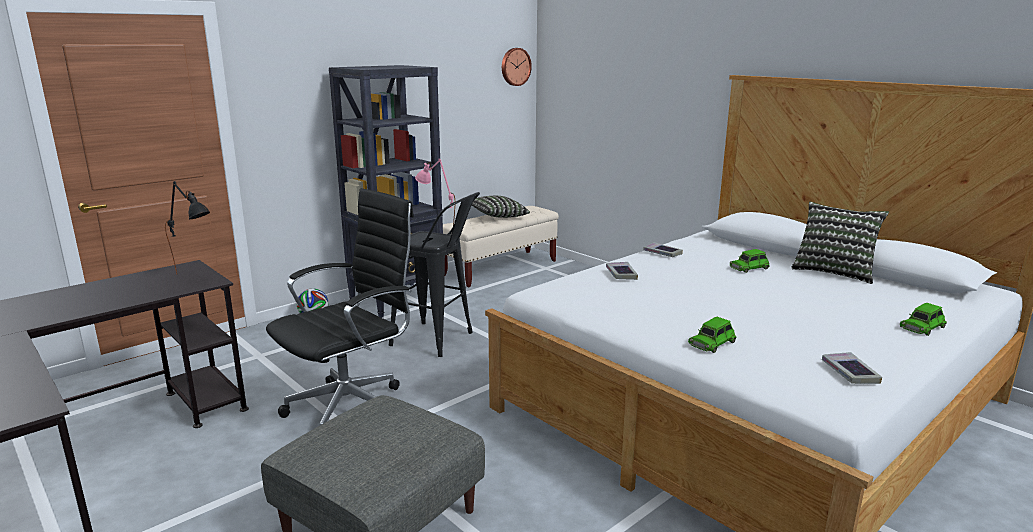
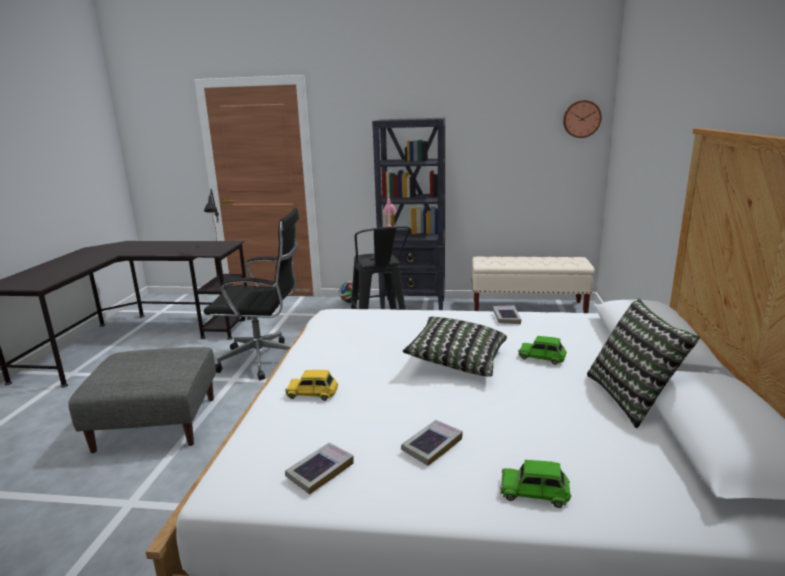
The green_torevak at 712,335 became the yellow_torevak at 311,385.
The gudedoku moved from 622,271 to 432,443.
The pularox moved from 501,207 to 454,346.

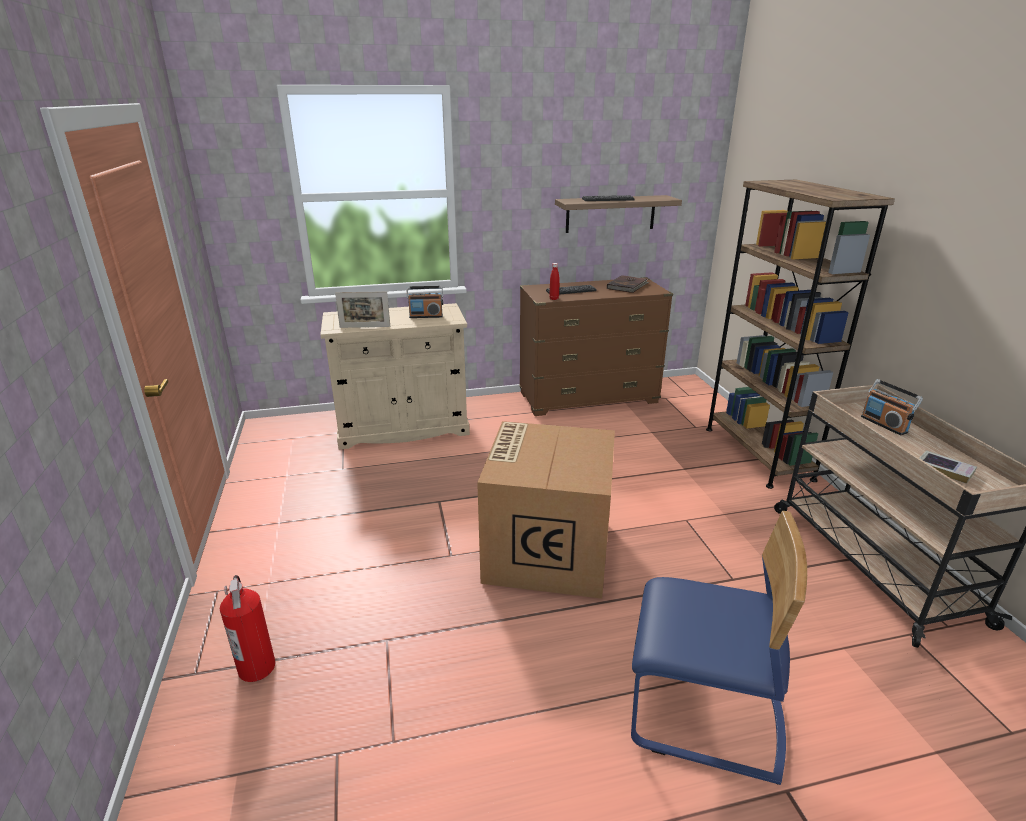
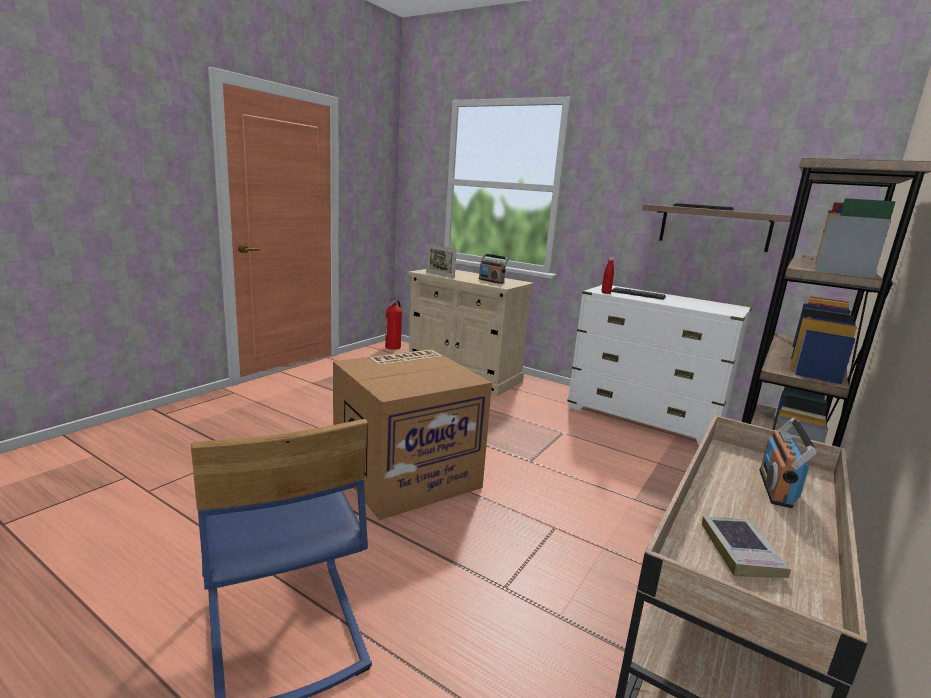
The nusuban moved from 247,628 to 393,324.
The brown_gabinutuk at 596,346 became the white_gabinutuk at 659,365.
The brown_gudedoku at 628,284 disappeared.

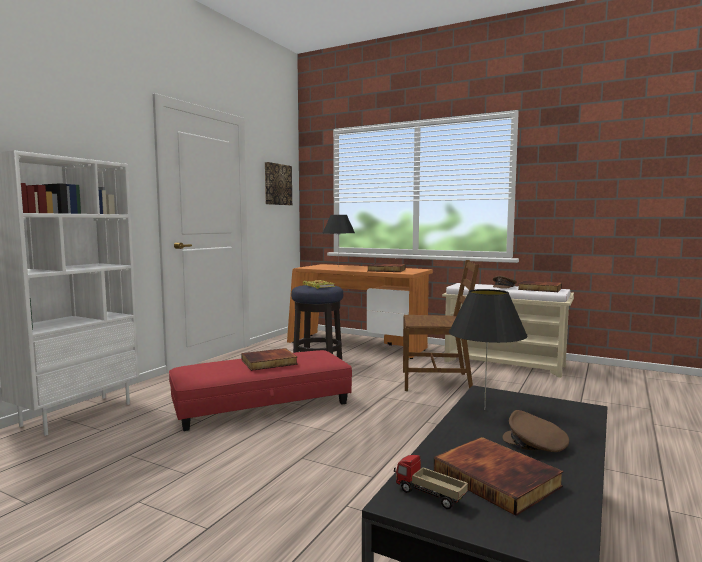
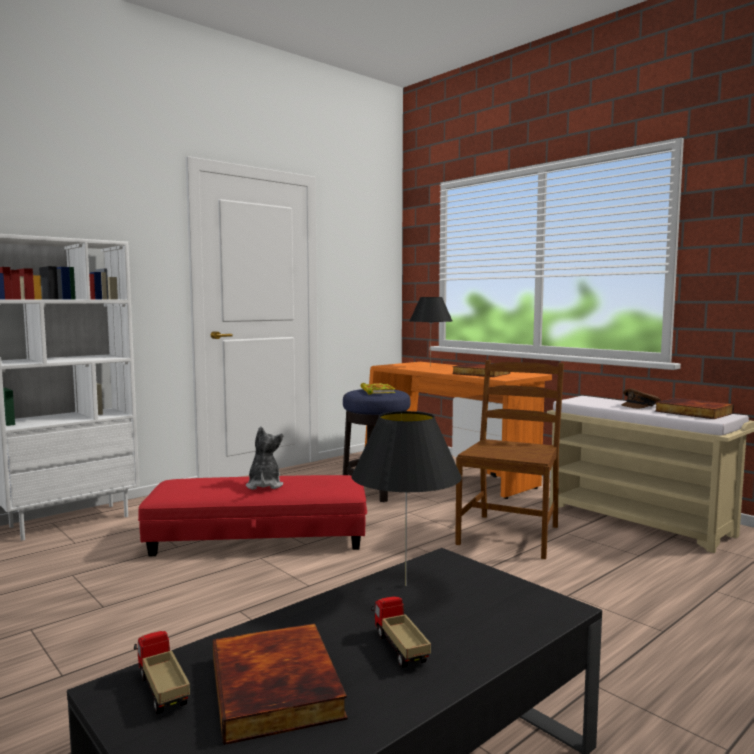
The gudedoku at 269,359 was replaced by the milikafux at 264,458.
The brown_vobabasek at 536,431 was replaced by the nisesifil at 401,632.
The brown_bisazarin at 441,325 turned 90 degrees counterclockwise.
The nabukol at 278,183 disappeared.

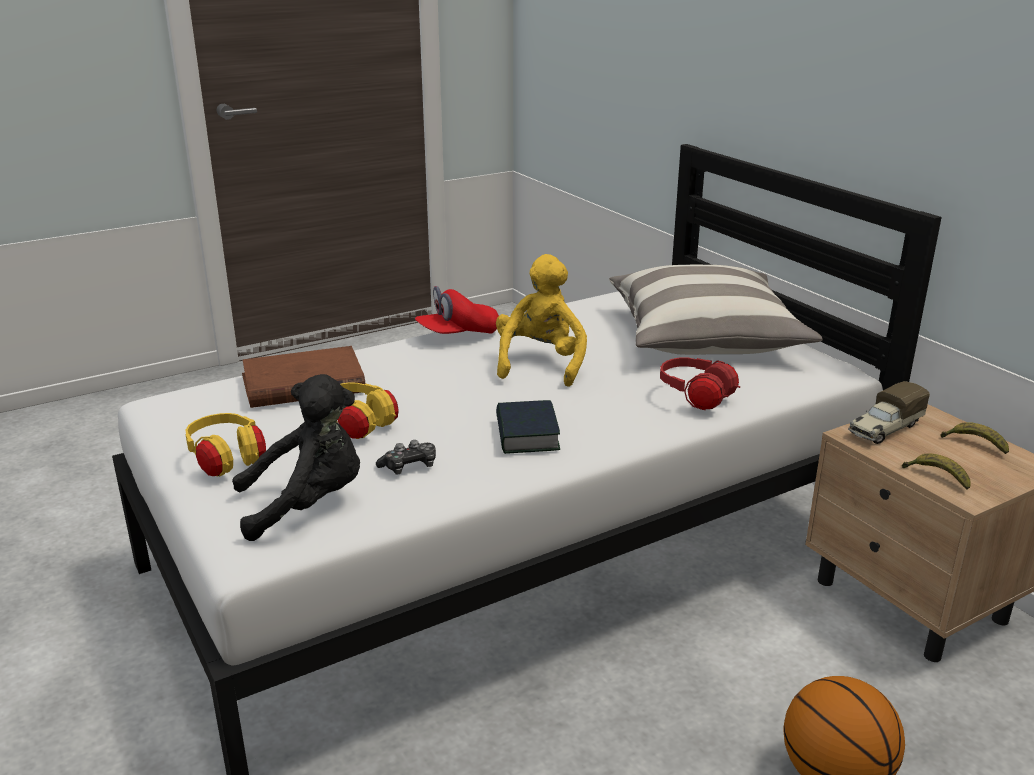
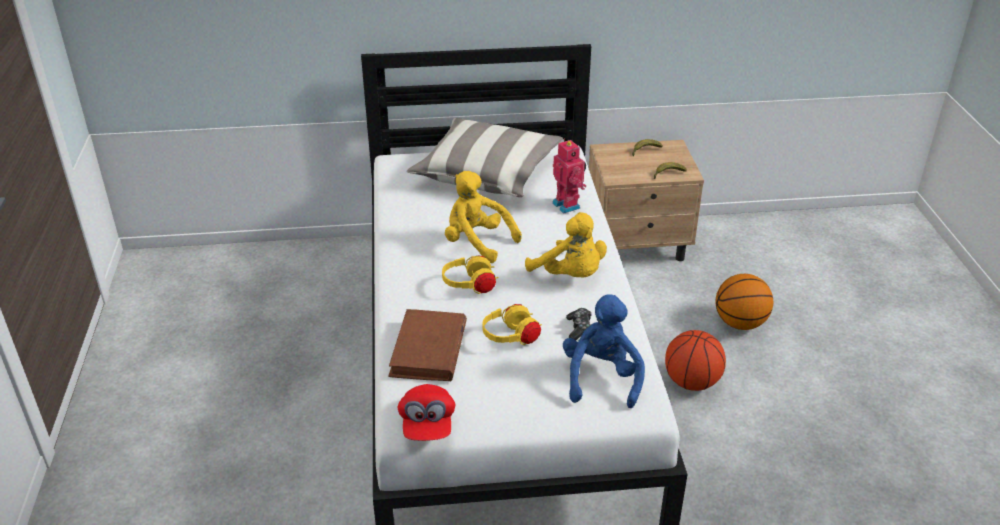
The red_vobabasek moved from 457,310 to 426,412.
The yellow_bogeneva moved from 225,444 to 470,274.
The gudedoku at 528,427 was replaced by the yellow_milikafux at 566,245.
The red_bogeneva at 700,384 was replaced by the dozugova at 569,176.
The black_milikafux at 296,457 became the blue_milikafux at 604,351.
The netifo at 695,360 appeared.
The nisesifil at 889,412 disappeared.

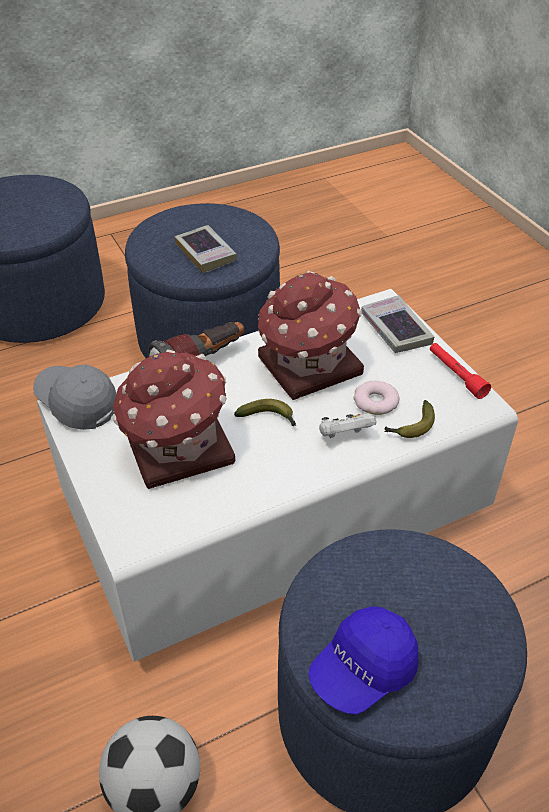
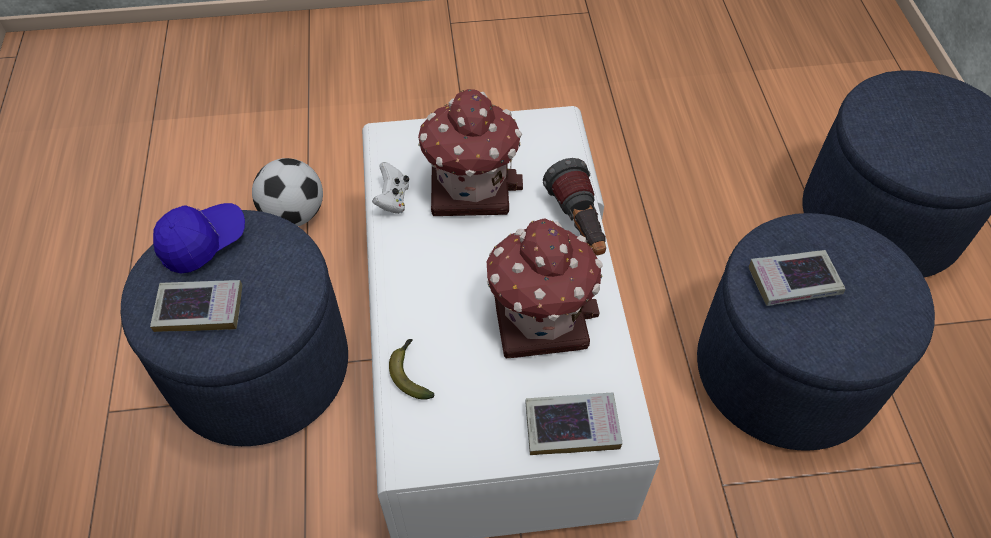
The gudedoku at 196,306 appeared.
The blue_vobabasek at 363,660 turned 75 degrees clockwise.
The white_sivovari moved from 347,426 to 390,188.
The grey_vobabasek at 74,397 disappeared.
The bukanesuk at 265,412 disappeared.
The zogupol at 377,398 disappeared.
The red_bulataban at 460,371 disappeared.

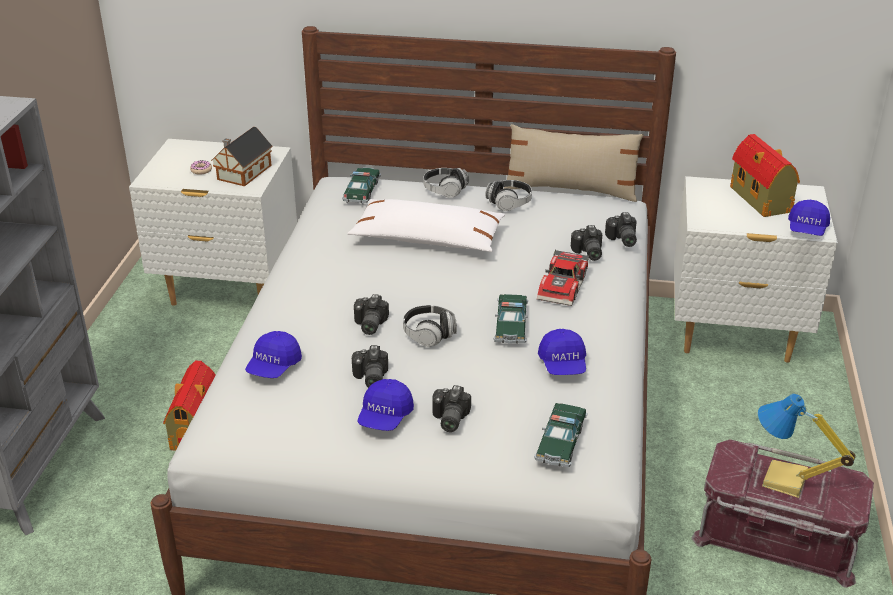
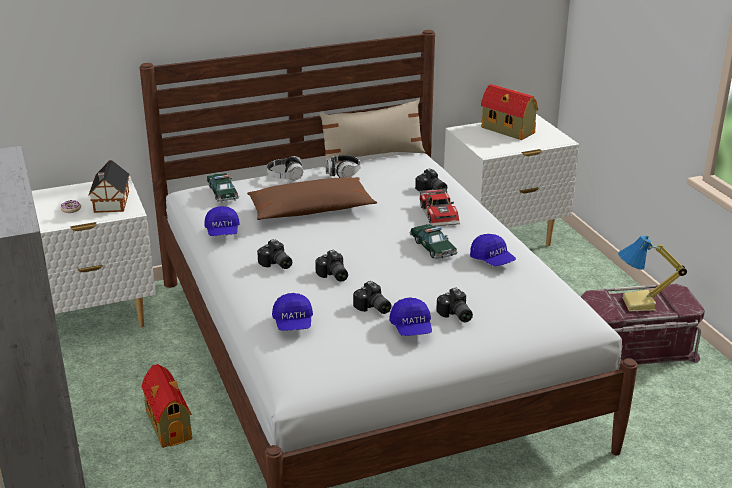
The blue_vobabasek moved from 809,218 to 222,221.
The white_pularox at 426,225 became the brown_pularox at 312,198.
The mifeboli moved from 621,229 to 274,254.
The bogeneva at 430,326 disappeared.
The torevak at 561,435 disappeared.

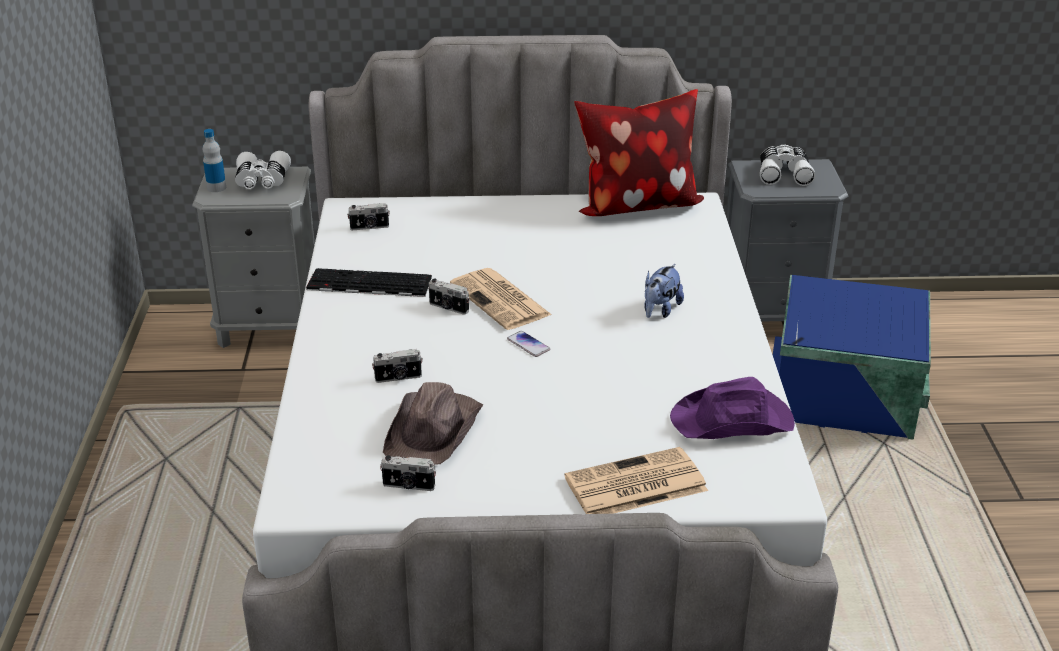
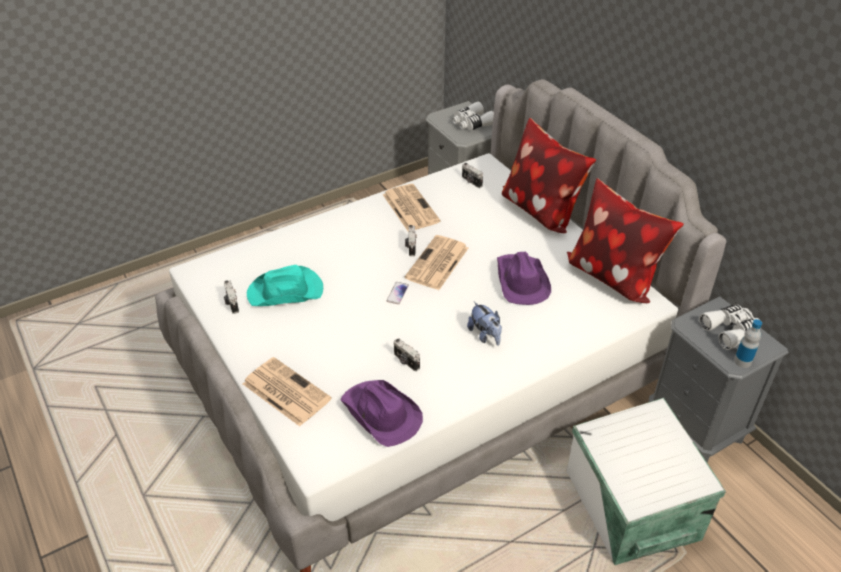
The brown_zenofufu at 433,423 became the turquoise_zenofufu at 285,285.
The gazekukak at 369,282 was replaced by the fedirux at 411,207.
The mifeboli moved from 397,366 to 407,354.
The milikafux at 664,291 turned 120 degrees counterclockwise.
The purple_zenofufu at 524,278 appeared.
The pularox at 549,175 appeared.
The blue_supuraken at 852,357 became the white_supuraken at 646,481.
The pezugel moved from 214,160 to 748,343.

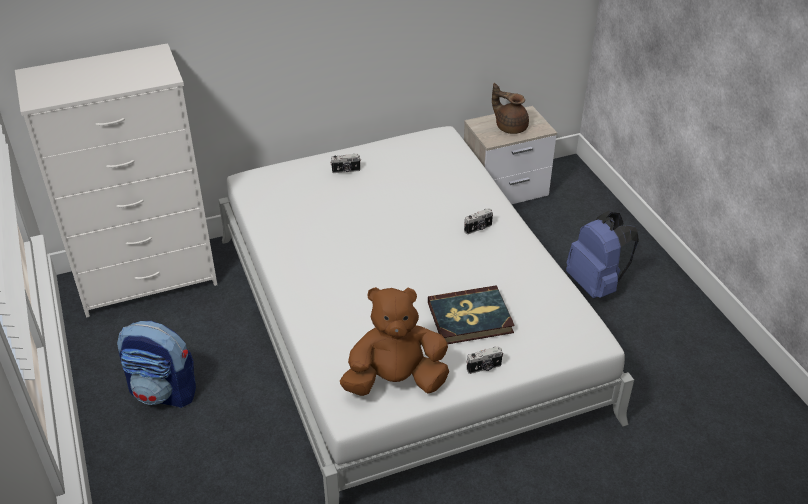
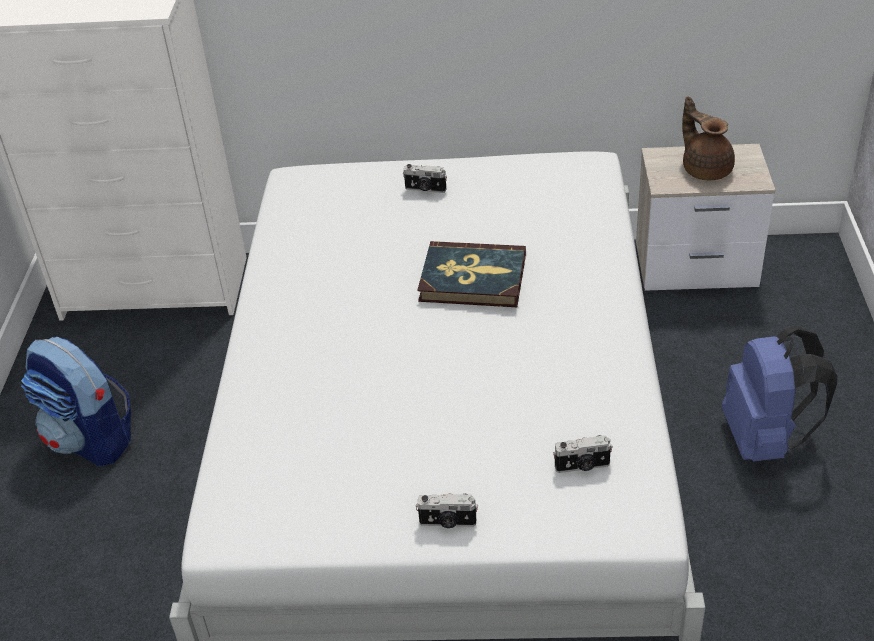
The gudedoku moved from 471,314 to 471,274.
The mifeboli moved from 478,221 to 583,454.
The brown_milikafux at 394,341 disappeared.

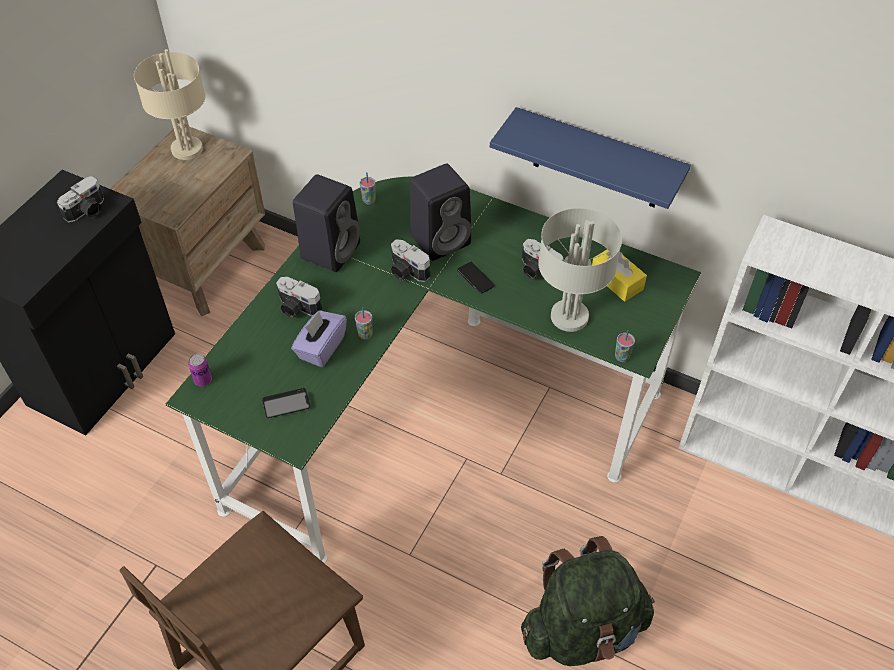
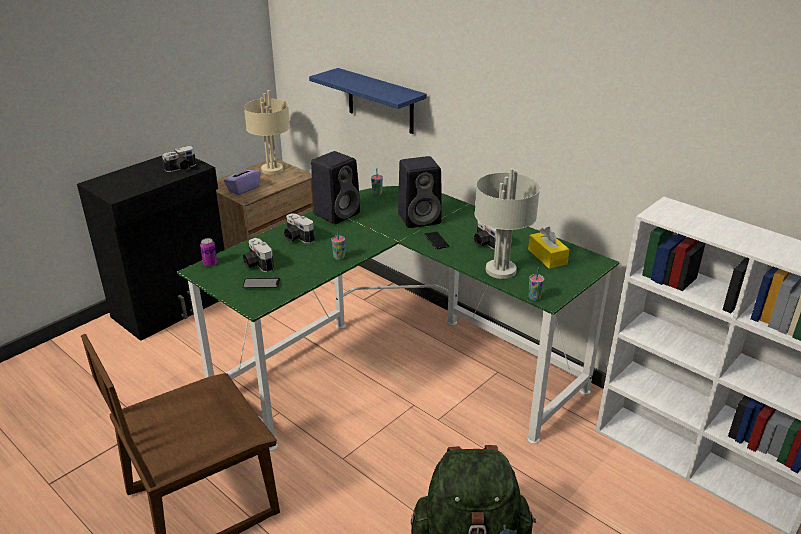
The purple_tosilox moved from 319,338 to 242,179.
The mifeboli moved from 410,260 to 258,255.
The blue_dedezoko moved from 590,158 to 368,101.

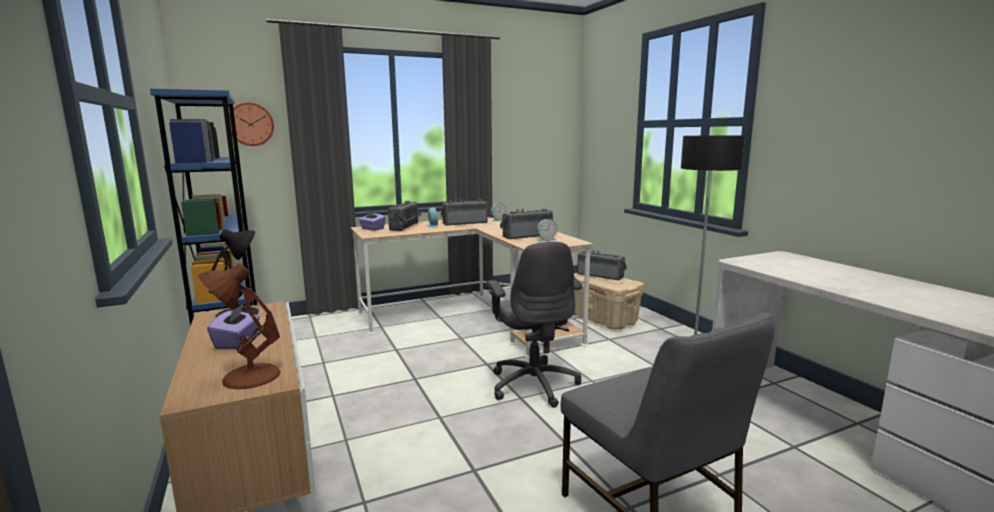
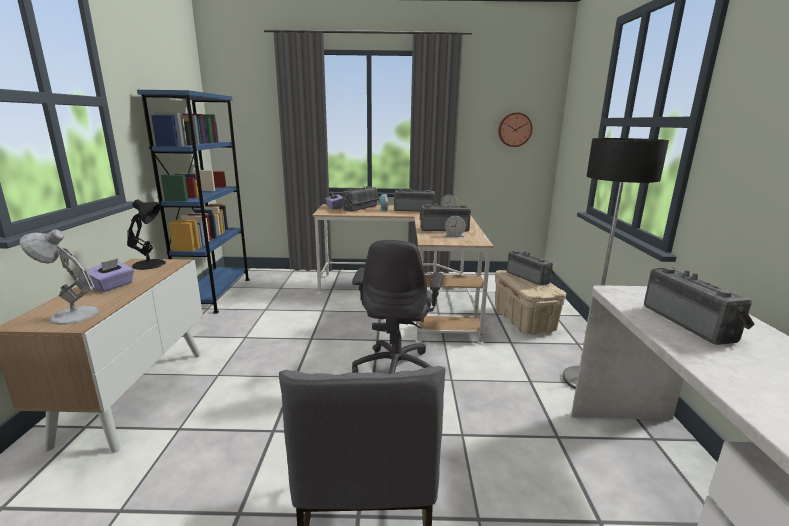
The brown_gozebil at 239,326 became the white_gozebil at 59,277.
The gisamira moved from 251,124 to 515,129.
The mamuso at 699,306 appeared.

